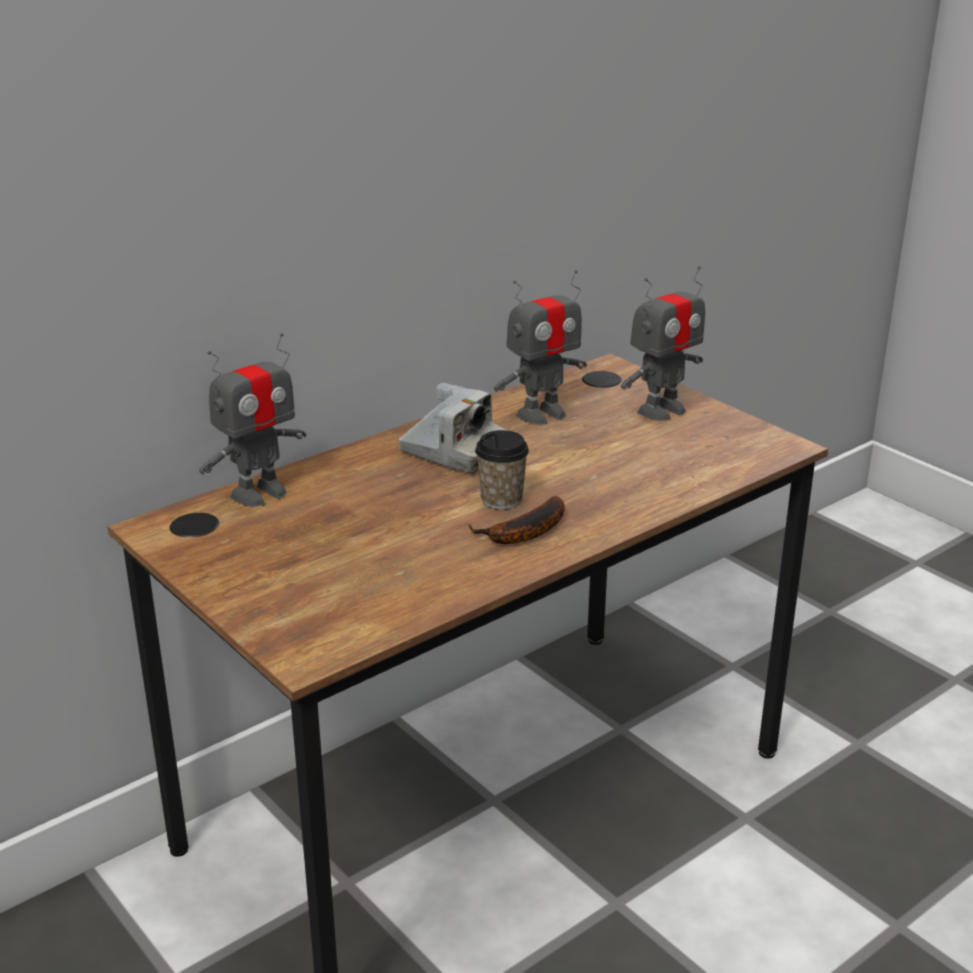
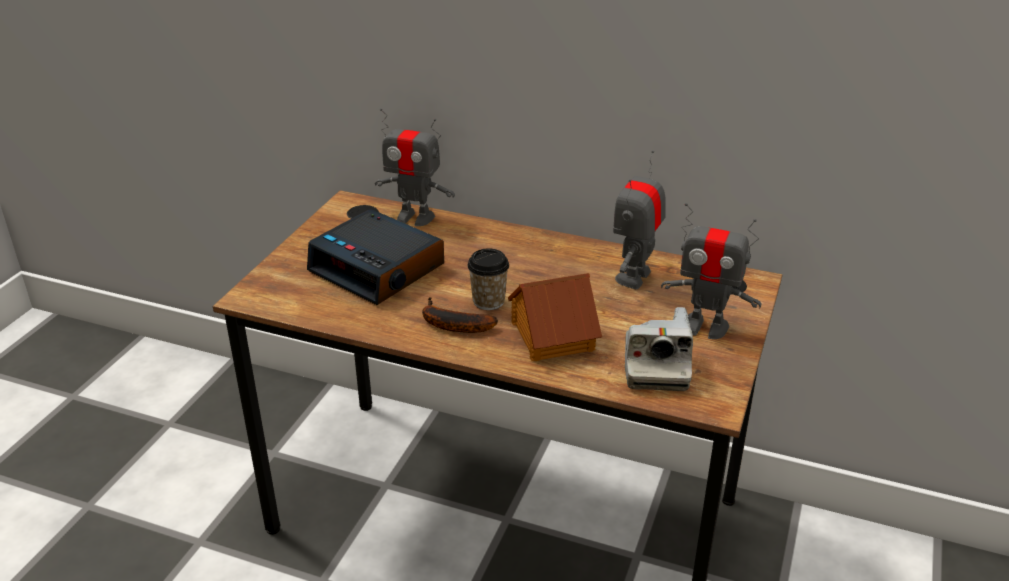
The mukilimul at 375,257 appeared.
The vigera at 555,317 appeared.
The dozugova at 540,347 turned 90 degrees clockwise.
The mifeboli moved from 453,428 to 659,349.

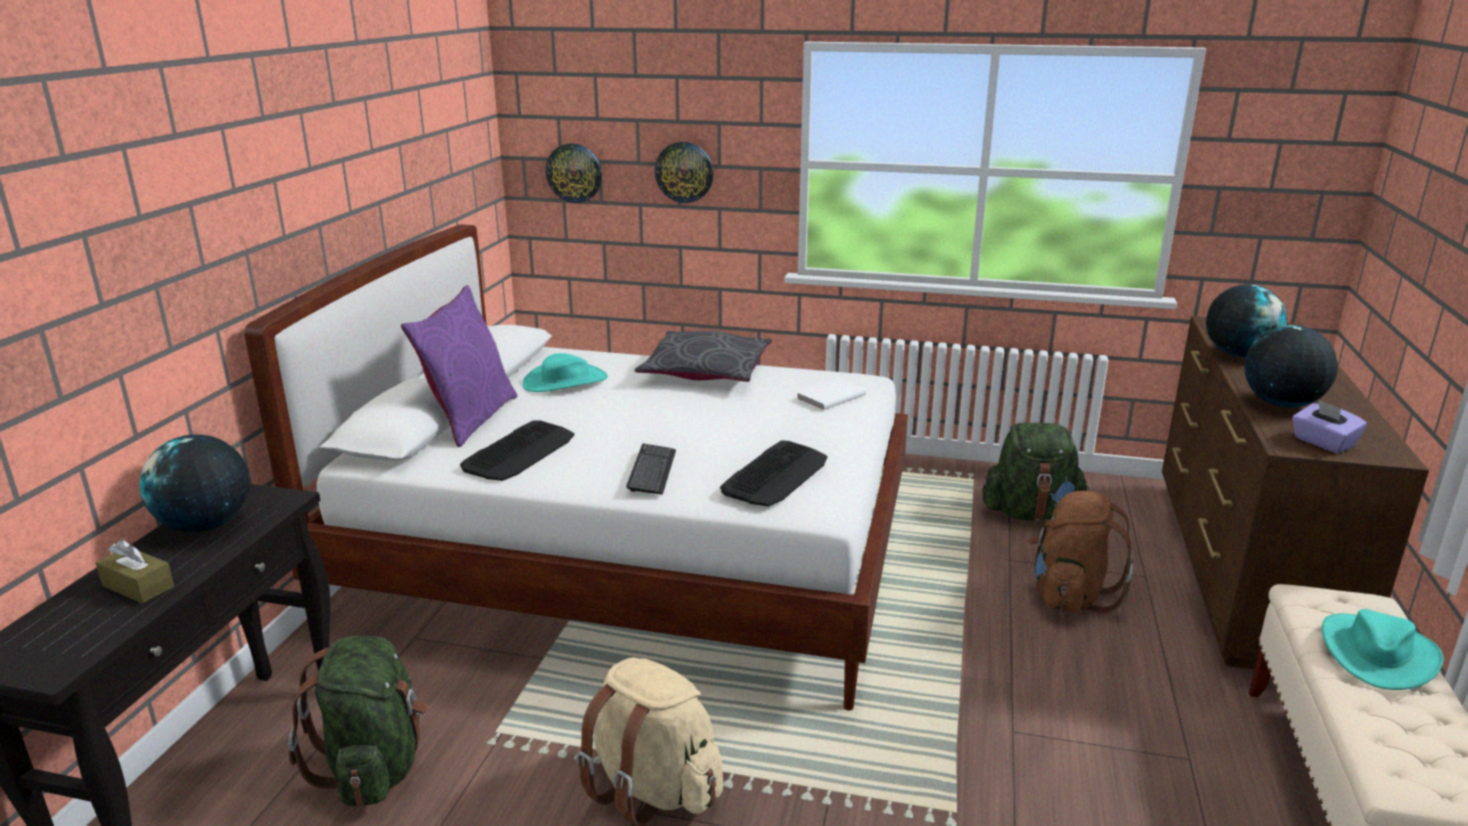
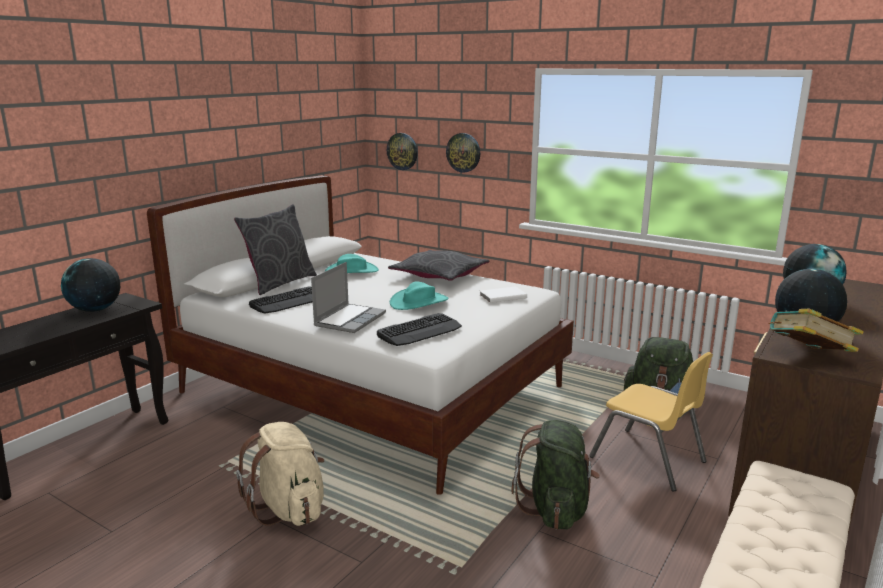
The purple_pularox at 459,366 became the grey_pularox at 275,249.
The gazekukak at 651,469 was replaced by the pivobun at 348,297.
The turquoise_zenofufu moved from 1382,649 to 419,296.
The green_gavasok moved from 358,721 to 556,475.
The brown_gavasok at 1081,552 was replaced by the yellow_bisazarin at 651,421.
The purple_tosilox at 1329,426 was replaced by the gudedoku at 816,330.
The brown_tosilox at 135,571 disappeared.

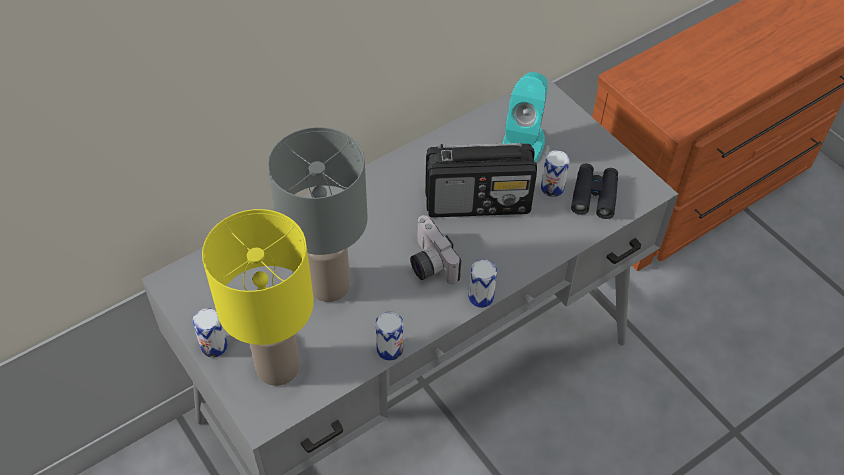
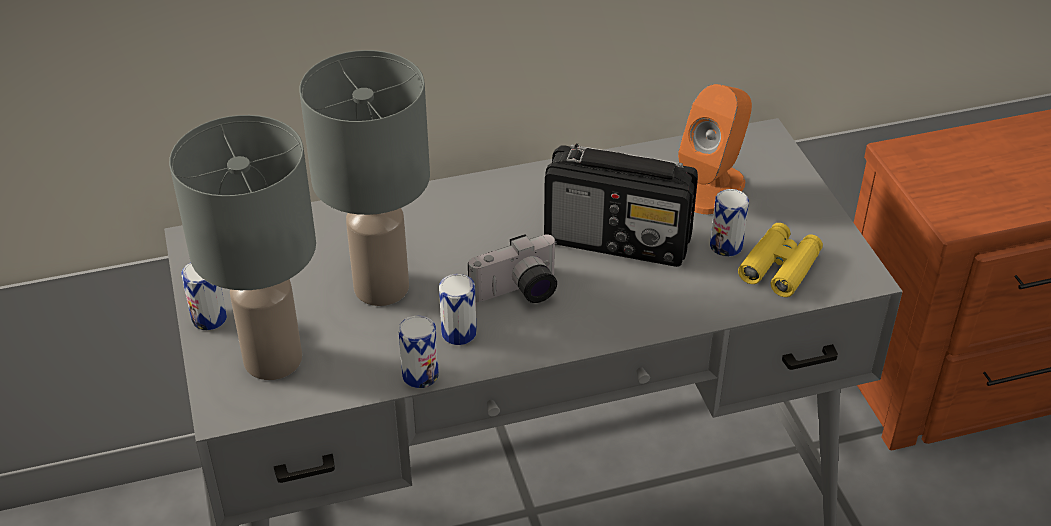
The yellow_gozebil at 258,297 became the grey_gozebil at 242,247.
The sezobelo moved from 482,283 to 458,309.
The mifeboli at 435,249 turned 105 degrees counterclockwise.
The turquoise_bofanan at 525,117 became the orange_bofanan at 715,149.
The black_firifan at 594,191 became the yellow_firifan at 780,260.

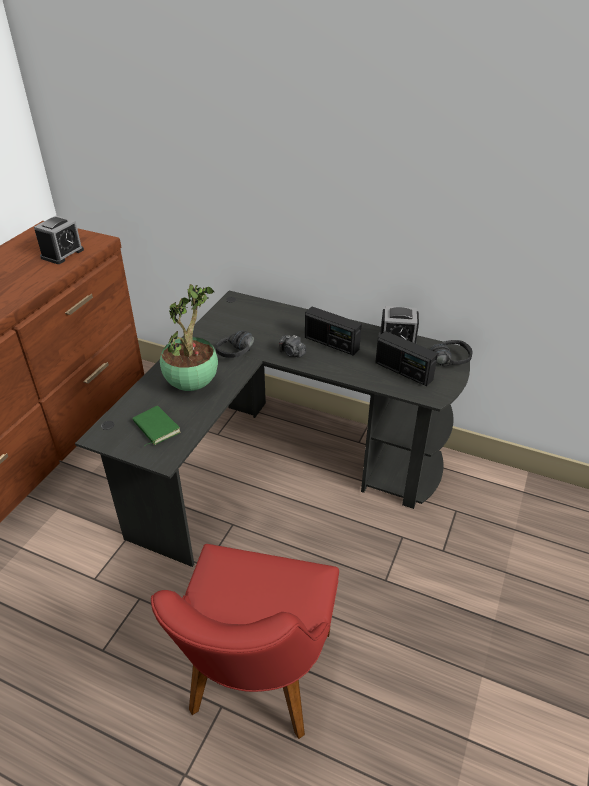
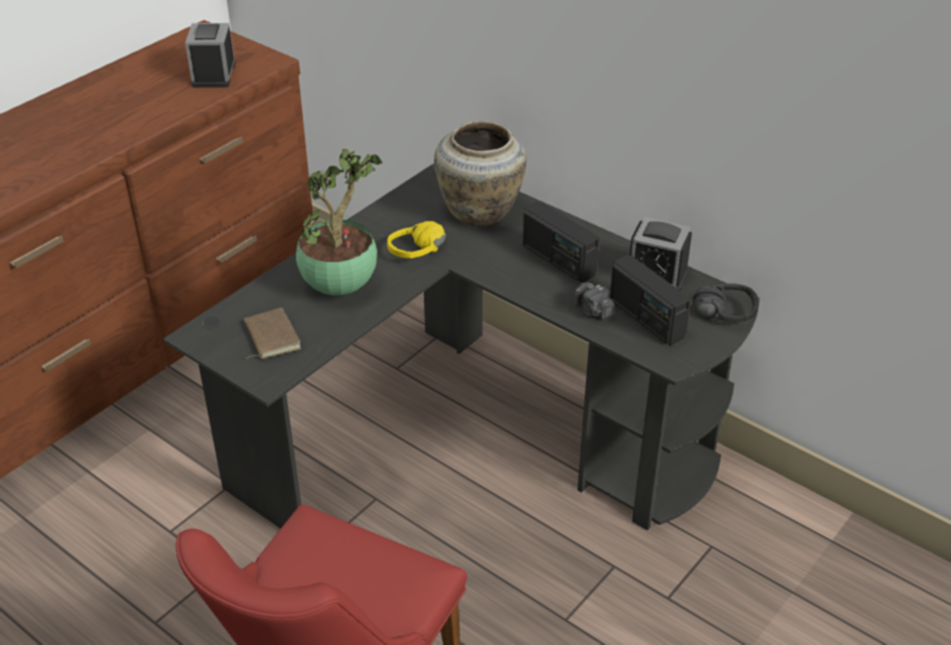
The mukilimul at 59,240 turned 135 degrees clockwise.
The green_gudedoku at 156,426 became the brown_gudedoku at 272,333.
The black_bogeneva at 235,344 became the yellow_bogeneva at 416,239.
The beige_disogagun at 480,173 appeared.
The mifeboli moved from 292,346 to 594,301.

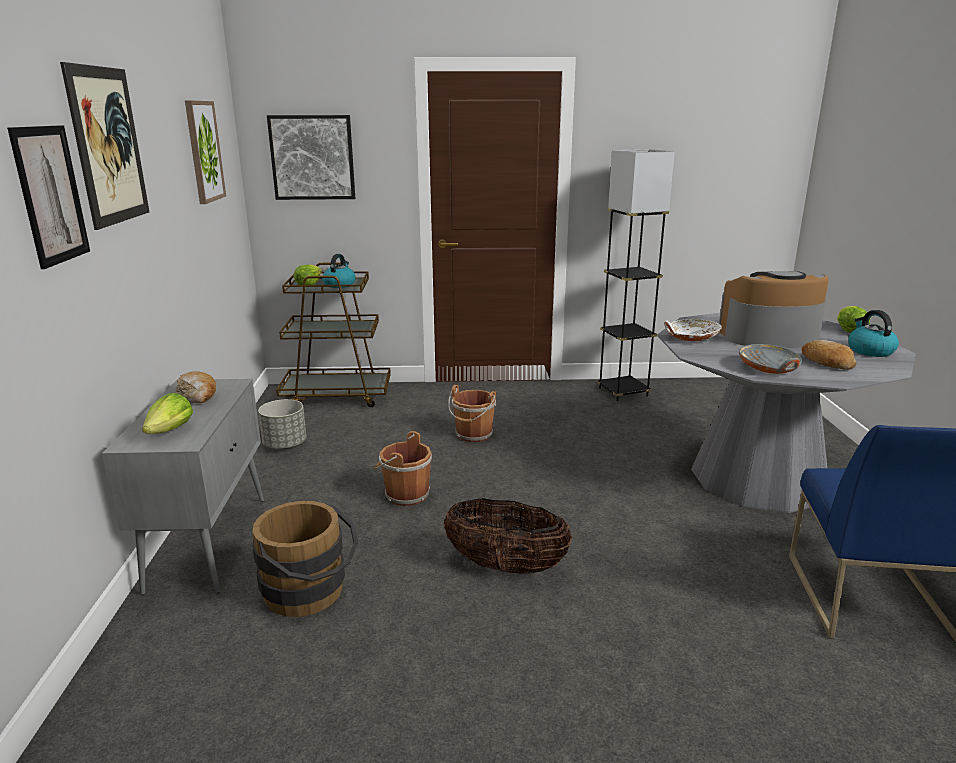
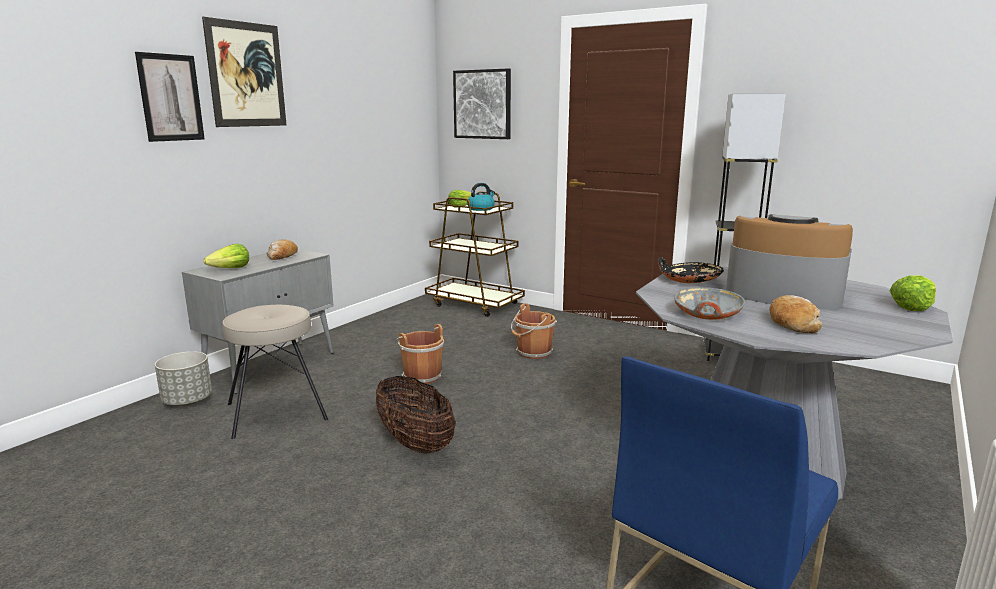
The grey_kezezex moved from 282,424 to 183,378.
The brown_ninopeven at 305,559 was replaced by the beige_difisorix at 275,372.
The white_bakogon at 693,330 became the black_bakogon at 691,270.
The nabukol at 205,152 disappeared.
The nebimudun at 873,333 disappeared.

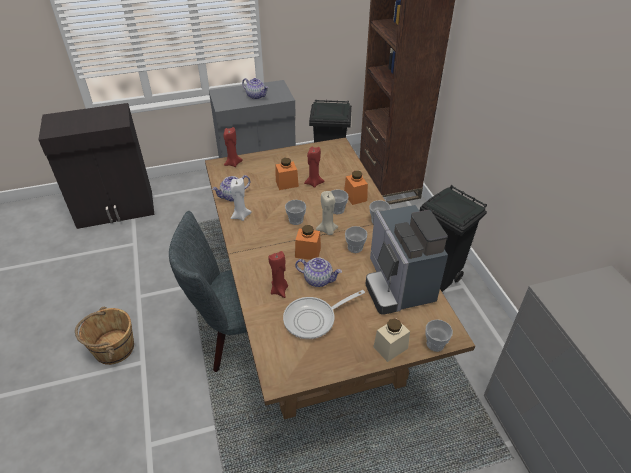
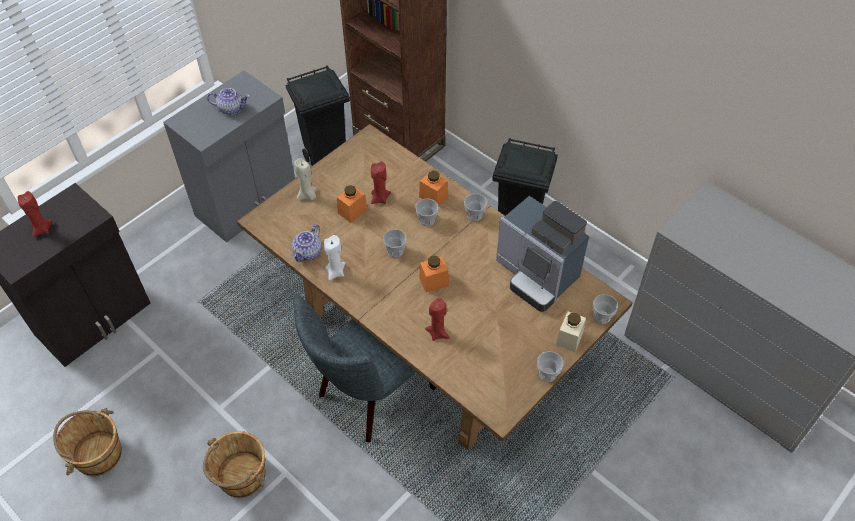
The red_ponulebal moved from 233,147 to 35,214.
The brown_ninopeven at 87,442 appeared.
The beige_ponulebal moved from 327,213 to 305,179.
The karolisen moved from 356,239 to 550,366.
The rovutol at 324,314 disappeared.
The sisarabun at 318,272 disappeared.

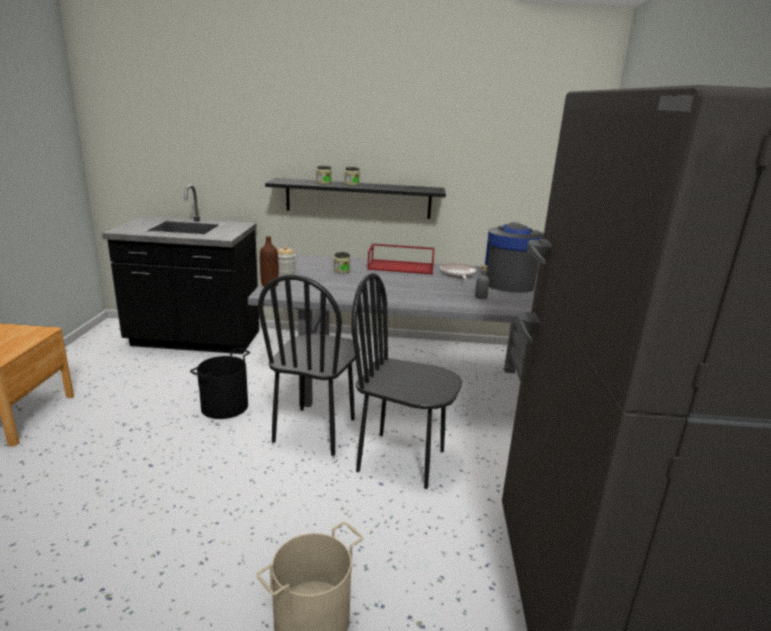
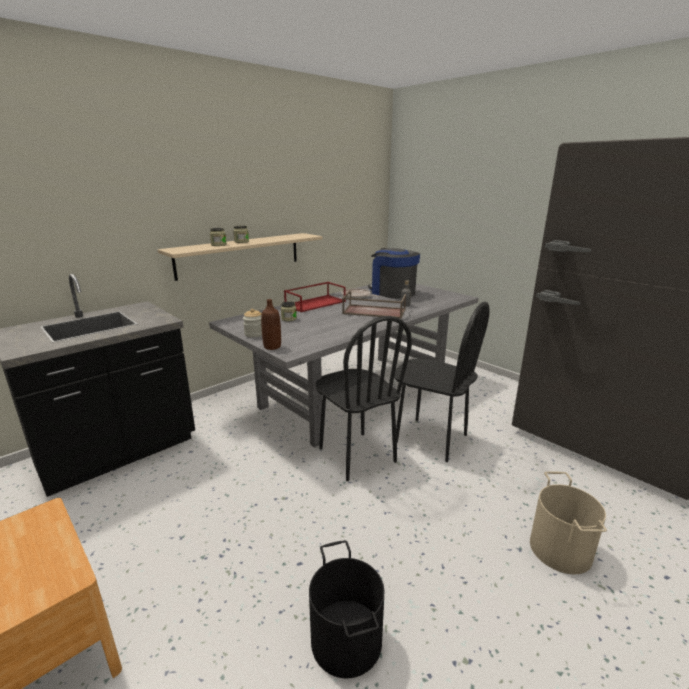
The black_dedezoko at 355,198 became the beige_dedezoko at 240,257.
The black_ninopeven moved from 220,383 to 346,609.
The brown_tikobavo at 374,304 appeared.
The black_bisazarin at 406,381 turned 120 degrees counterclockwise.

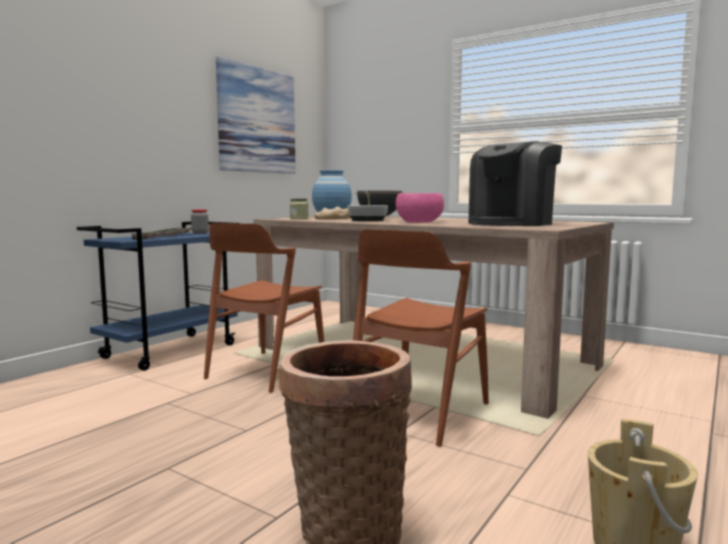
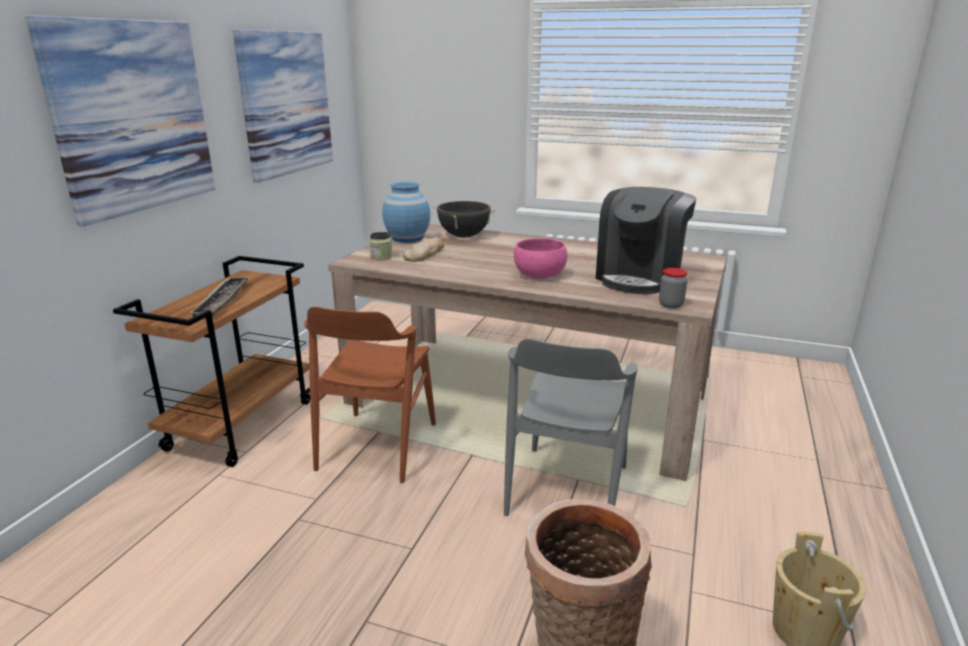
The nabukol at 120,121 appeared.
The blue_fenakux at 157,296 became the brown_fenakux at 211,361.
The brown_bisazarin at 421,338 became the grey_bisazarin at 571,427.
The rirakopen moved from 200,221 to 673,288.
The bakogon at 368,213 disappeared.

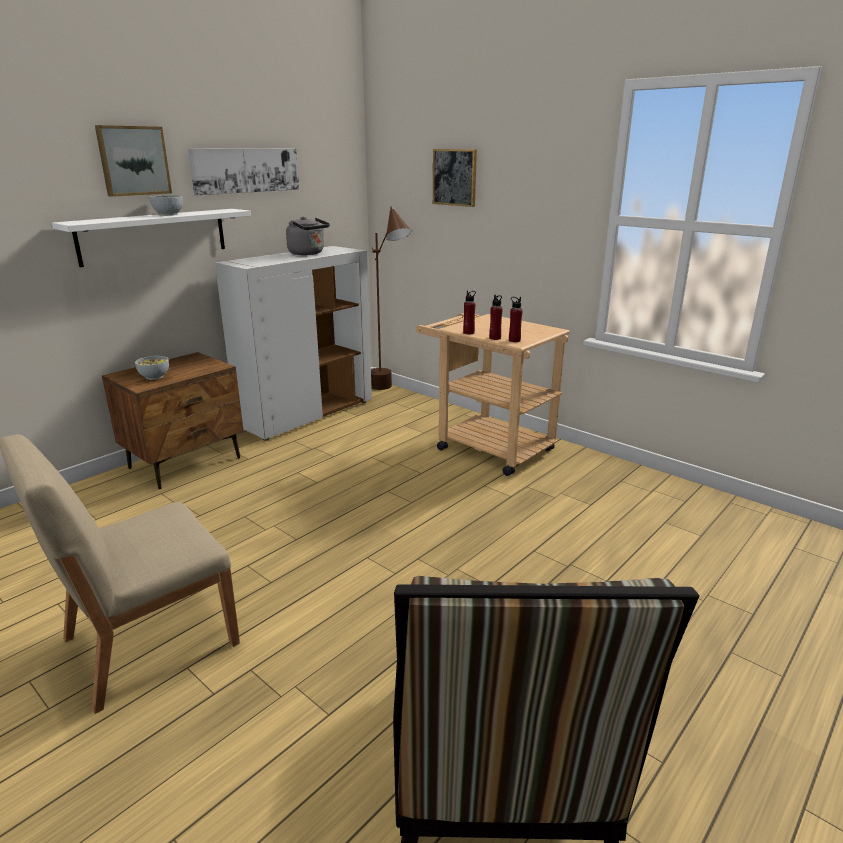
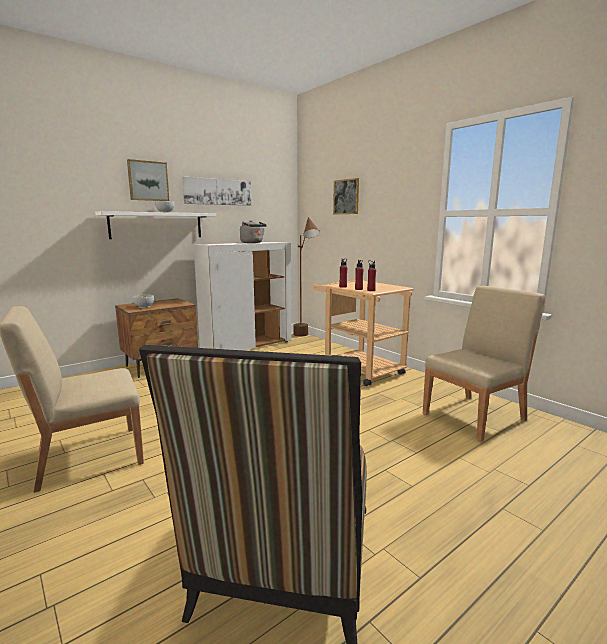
The beige_bisazarin at 484,364 appeared.

